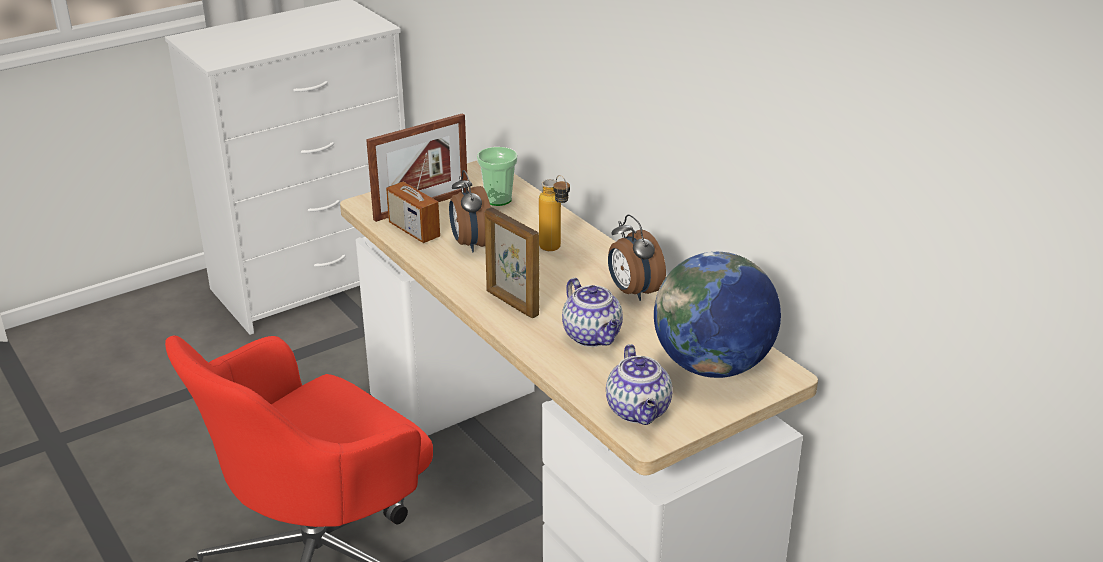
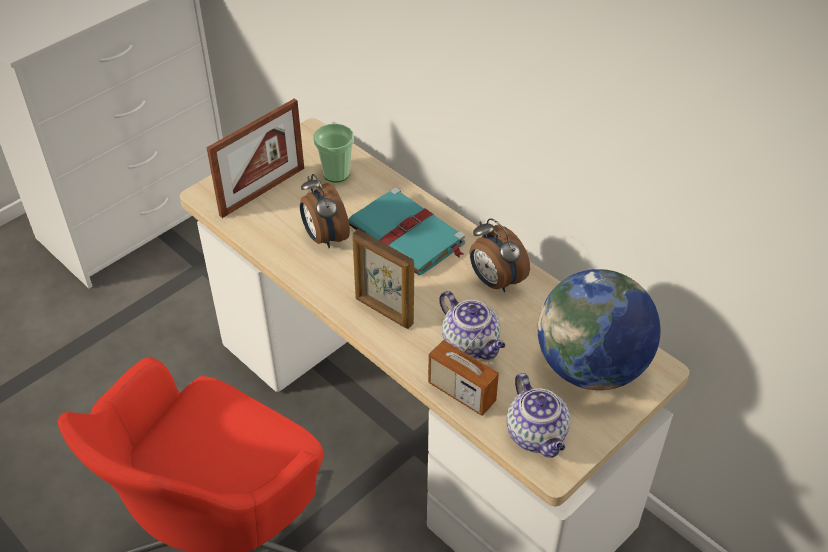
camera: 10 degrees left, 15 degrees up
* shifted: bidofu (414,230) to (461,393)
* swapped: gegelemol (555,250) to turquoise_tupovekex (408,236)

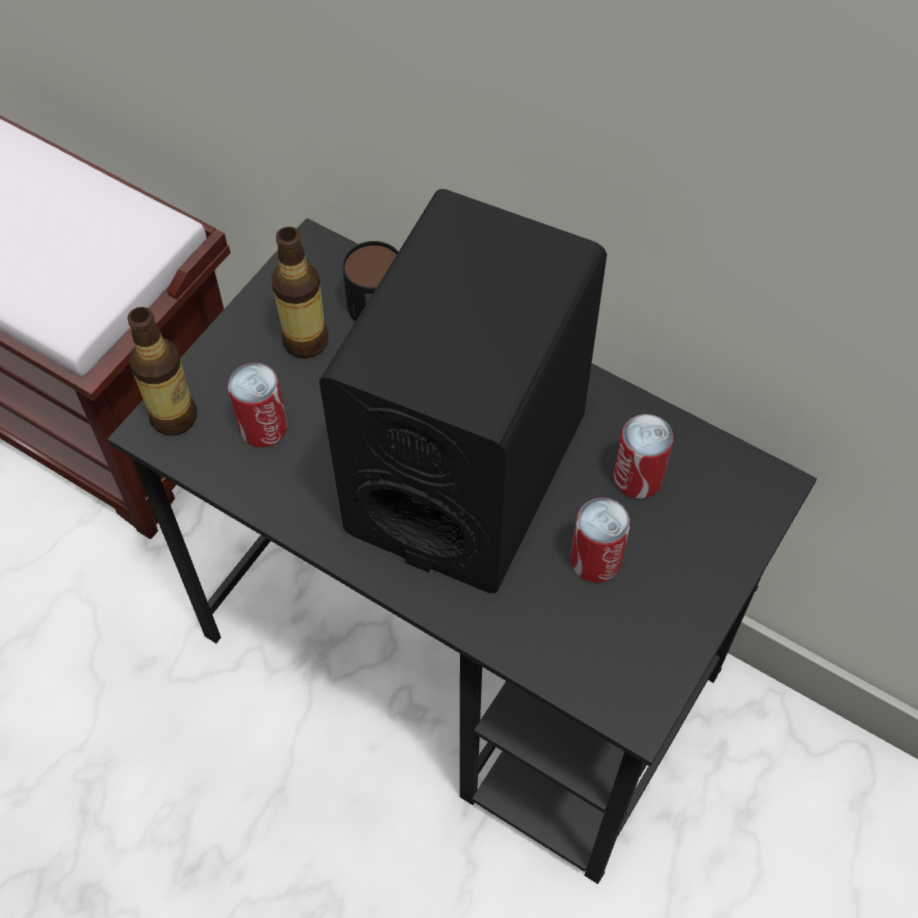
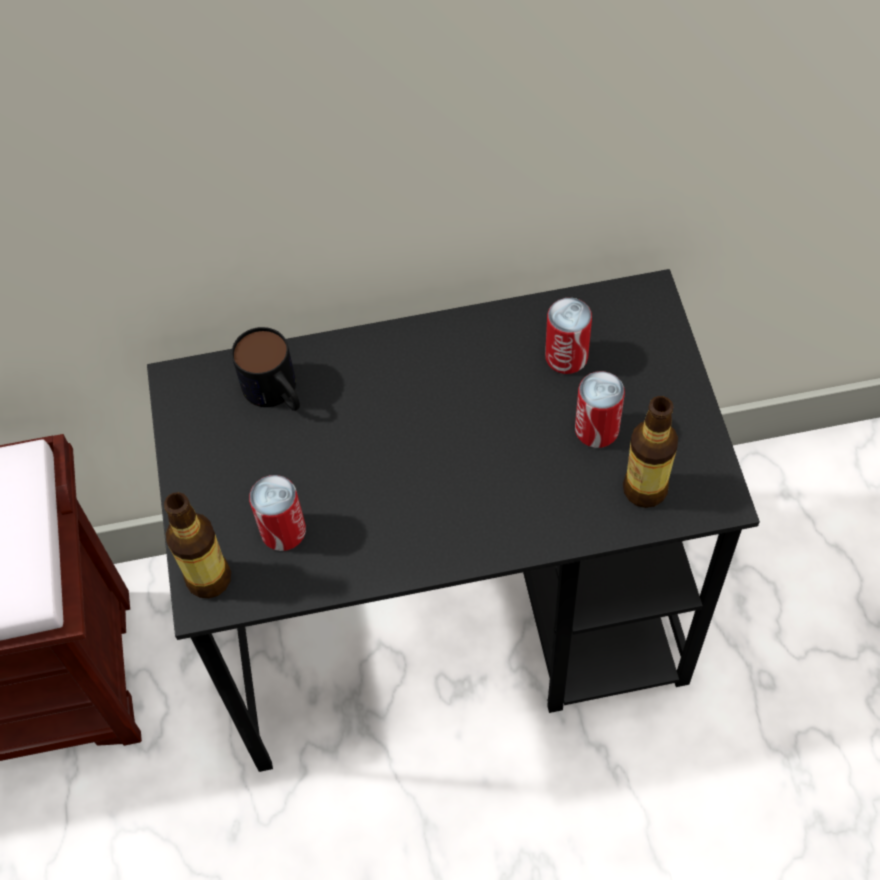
camera: 40 degrees left, 0 degrees up
* gone: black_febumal (466,473)
* shifted: gegelemol (305,341) to (645,489)

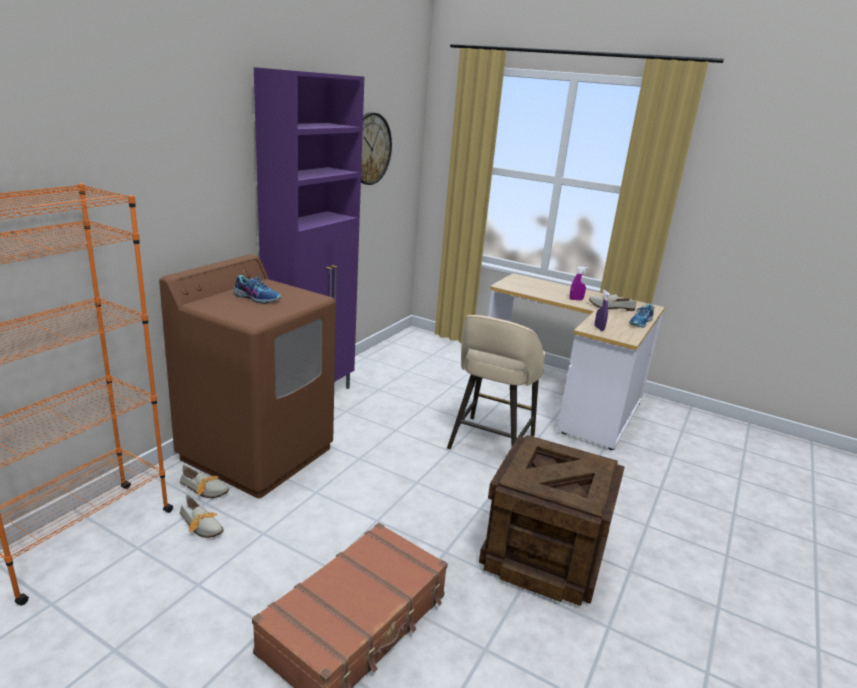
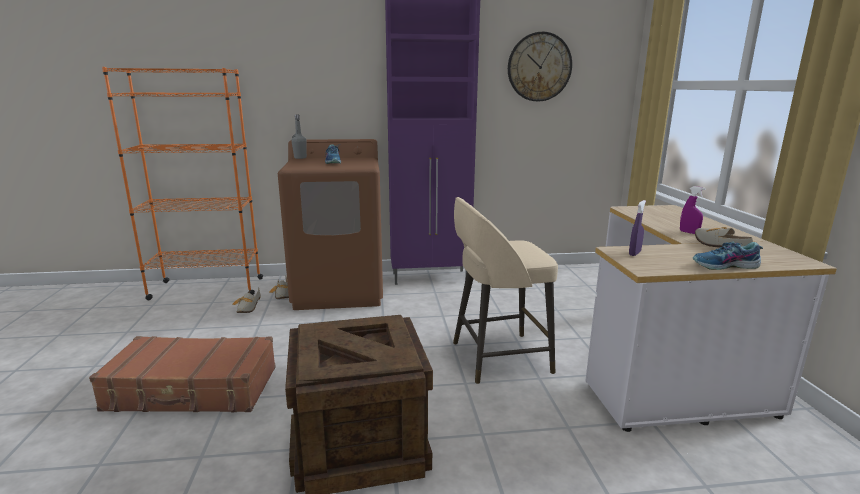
camera: 55 degrees right, 5 degrees down
* new: grey_gegelemol (300,158)

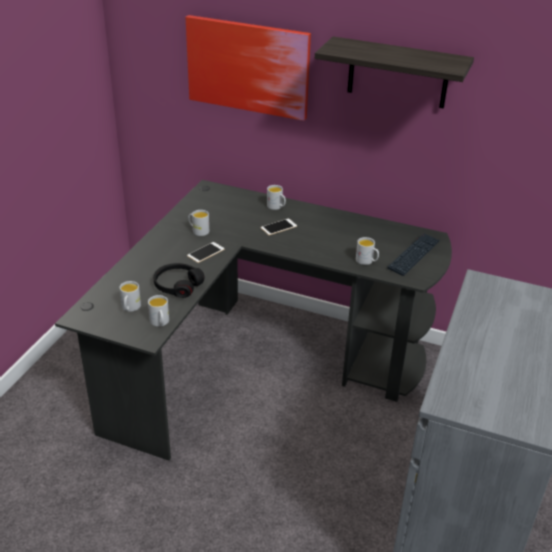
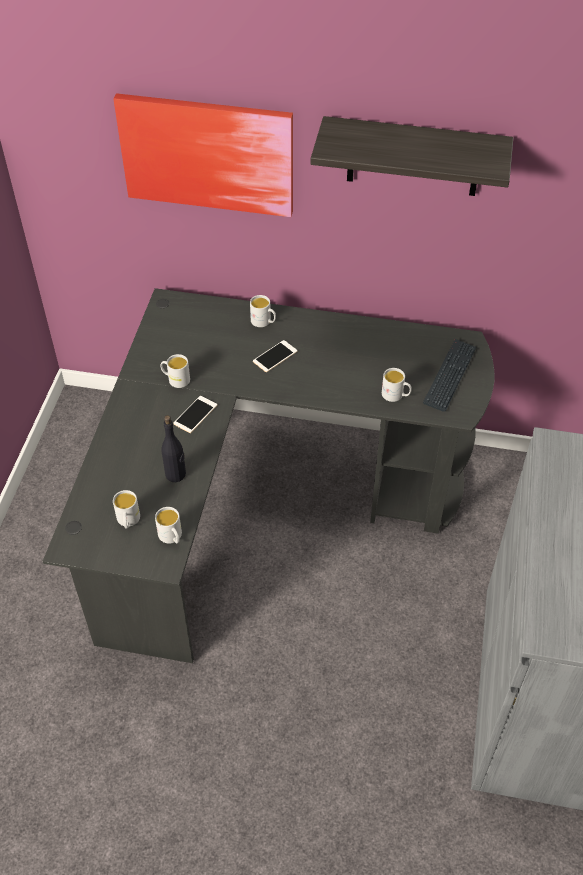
camera: 10 degrees left, 15 degrees up
* swapped: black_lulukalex (177,285) to black_gegelemol (176,474)

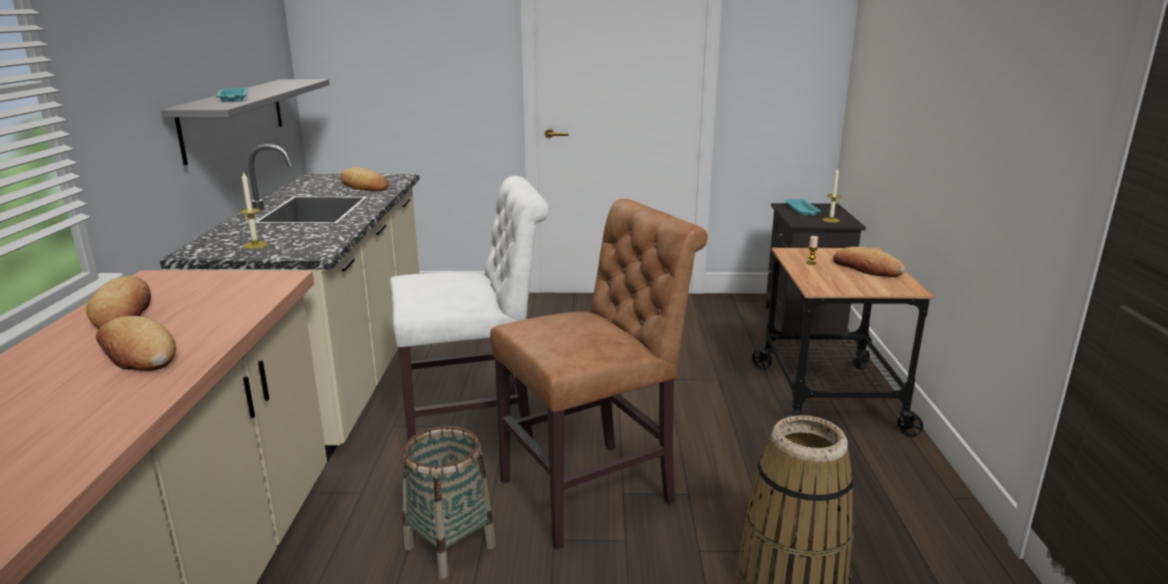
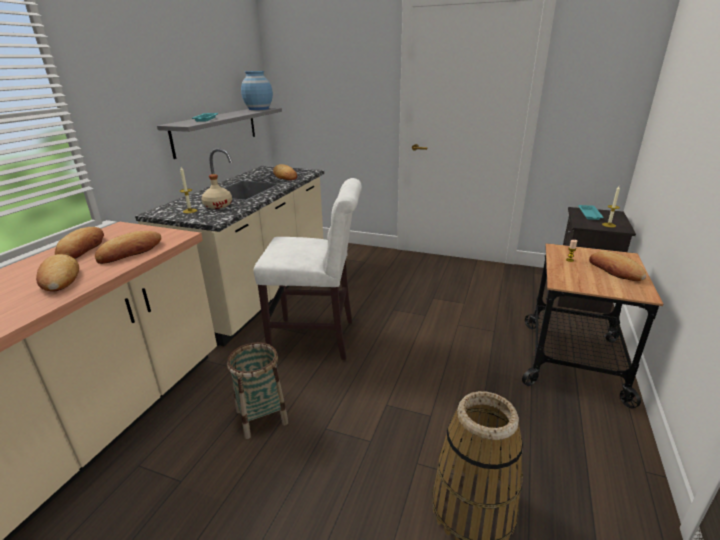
camera: 20 degrees right, 5 degrees up
* gone: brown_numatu (595,489)
* new: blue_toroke (259,109)
* new: beige_gegelemol (218,205)
* new: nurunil (130,252)

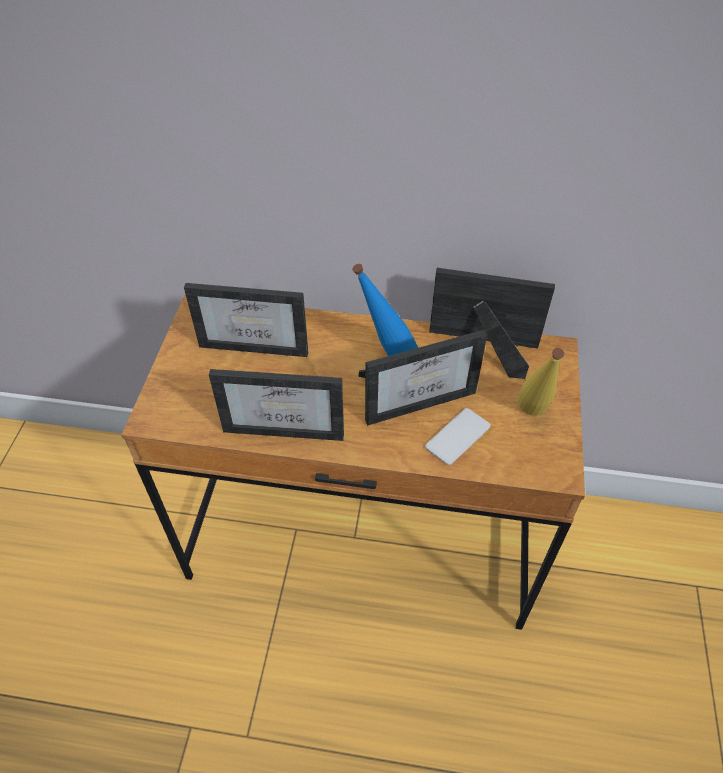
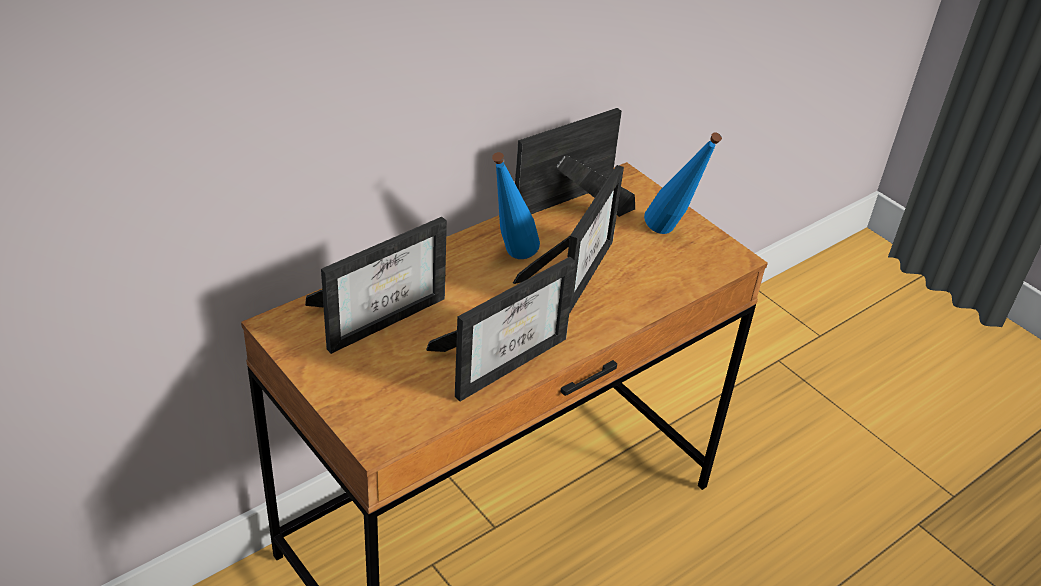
camera: 50 degrees left, 10 degrees down
* repainted: yellow_gegelemol (531,418) to blue_gegelemol (671,235)
* gone: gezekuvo (457,437)

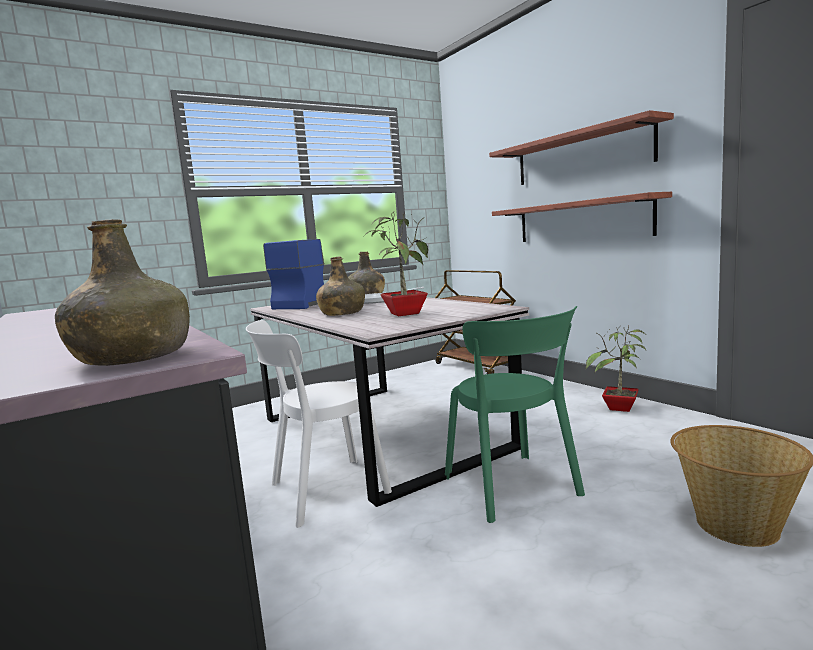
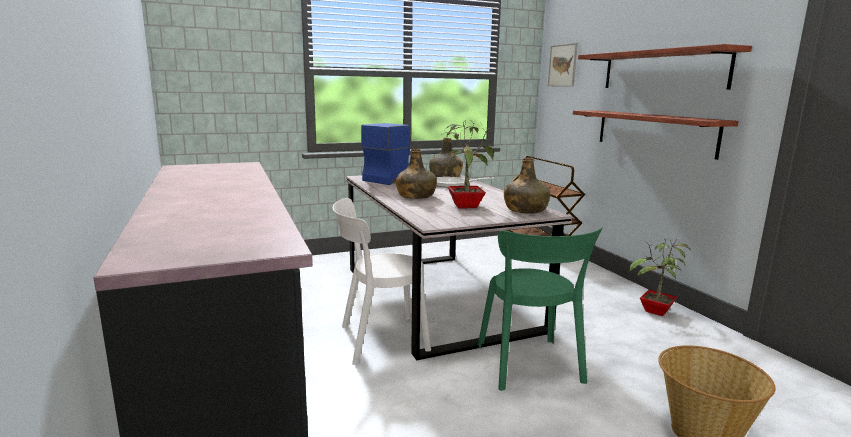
camera: 10 degrees right, 5 degrees up
* shifted: green_gegelemol (133,357) to (525,210)
* new: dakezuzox (562,65)

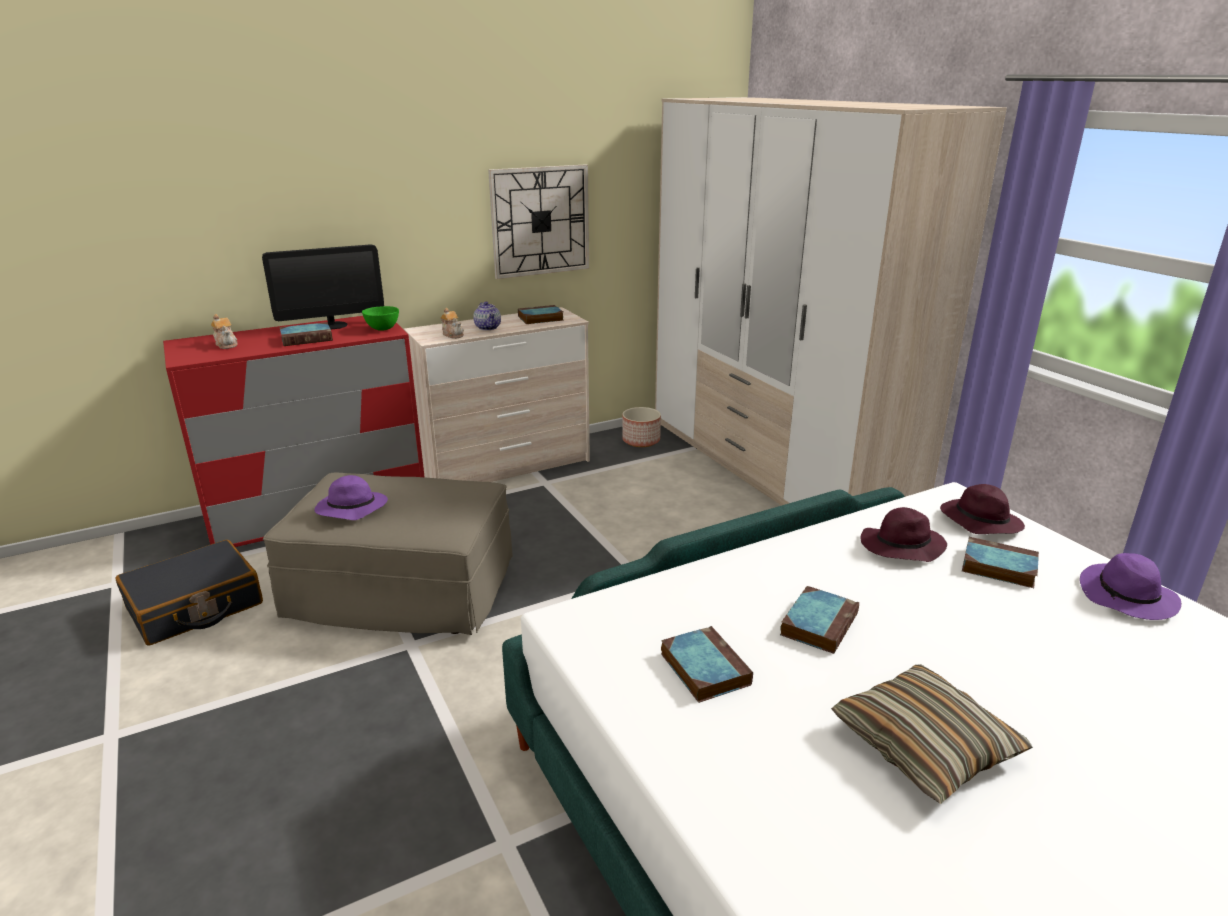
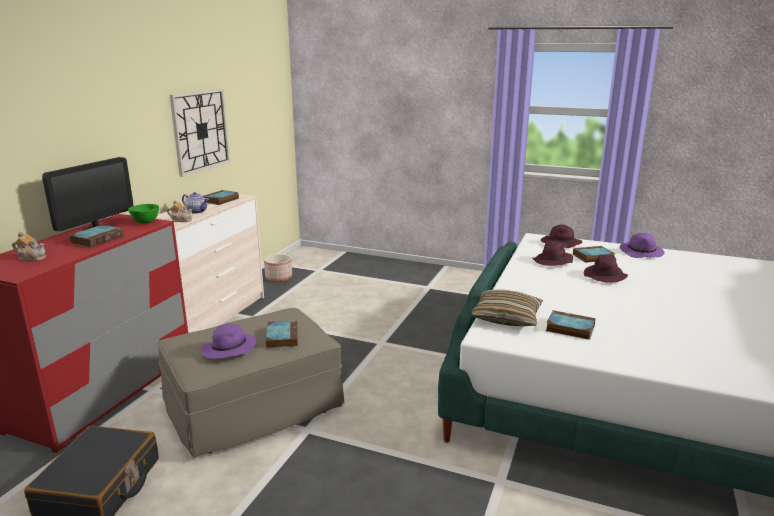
camera: 40 degrees left, 5 degrees down
* gone: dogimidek (773,467)
* shifted: tupovekex (819,623) to (282,337)
* shifted: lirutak (924,745) to (506,317)
* new: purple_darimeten (605,276)

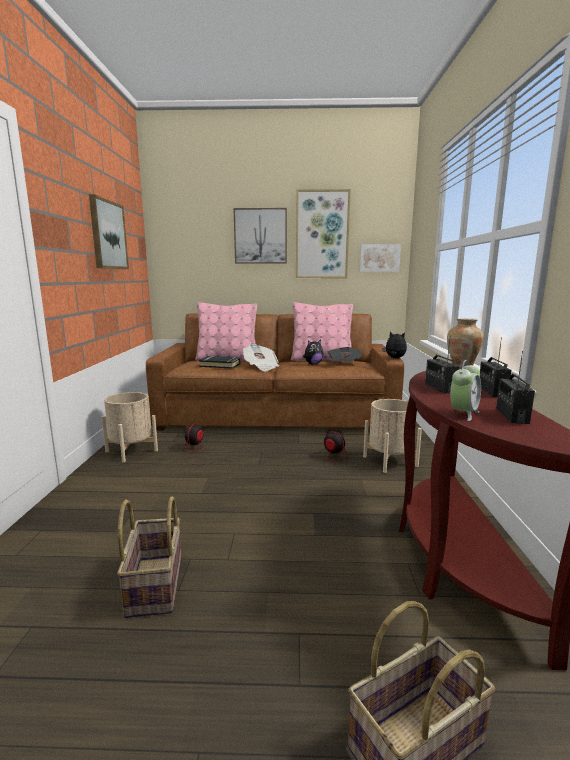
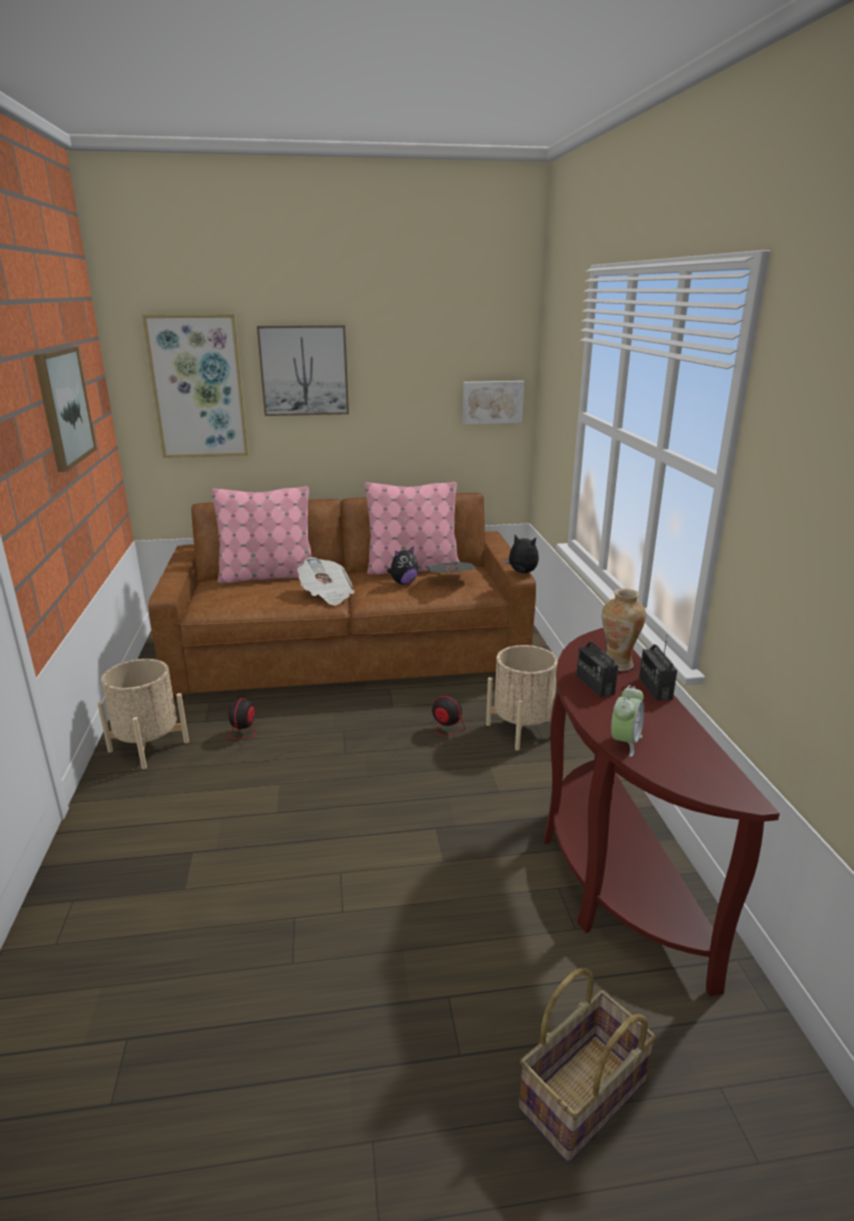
camera: 10 degrees left, 10 degrees up
* shifted: dakezuzox (322,235) to (198,387)
* gone: bidofu (511,415)
* gone: black_tupovekex (220,365)
* gone: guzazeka (154,584)

